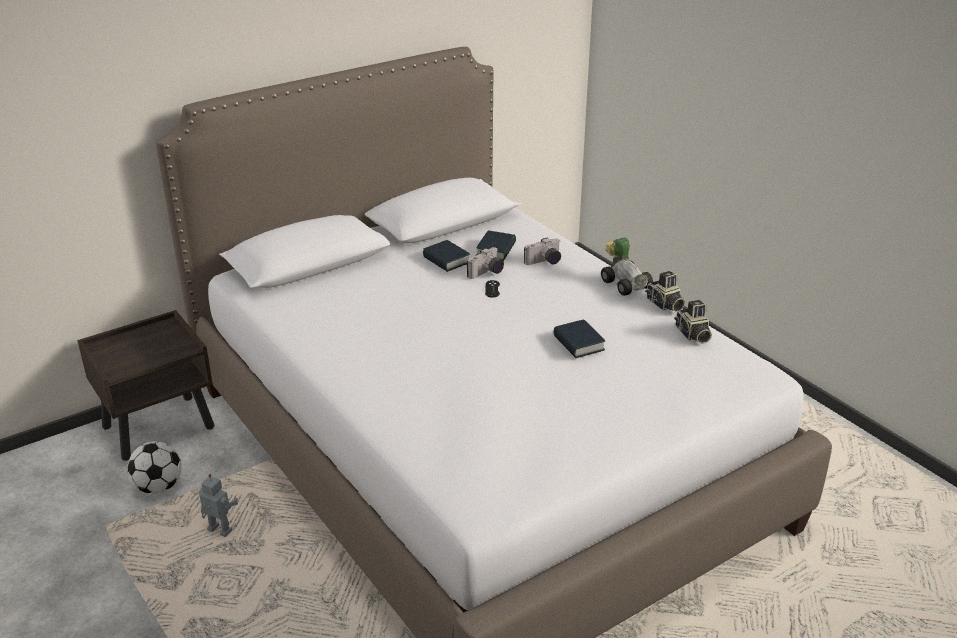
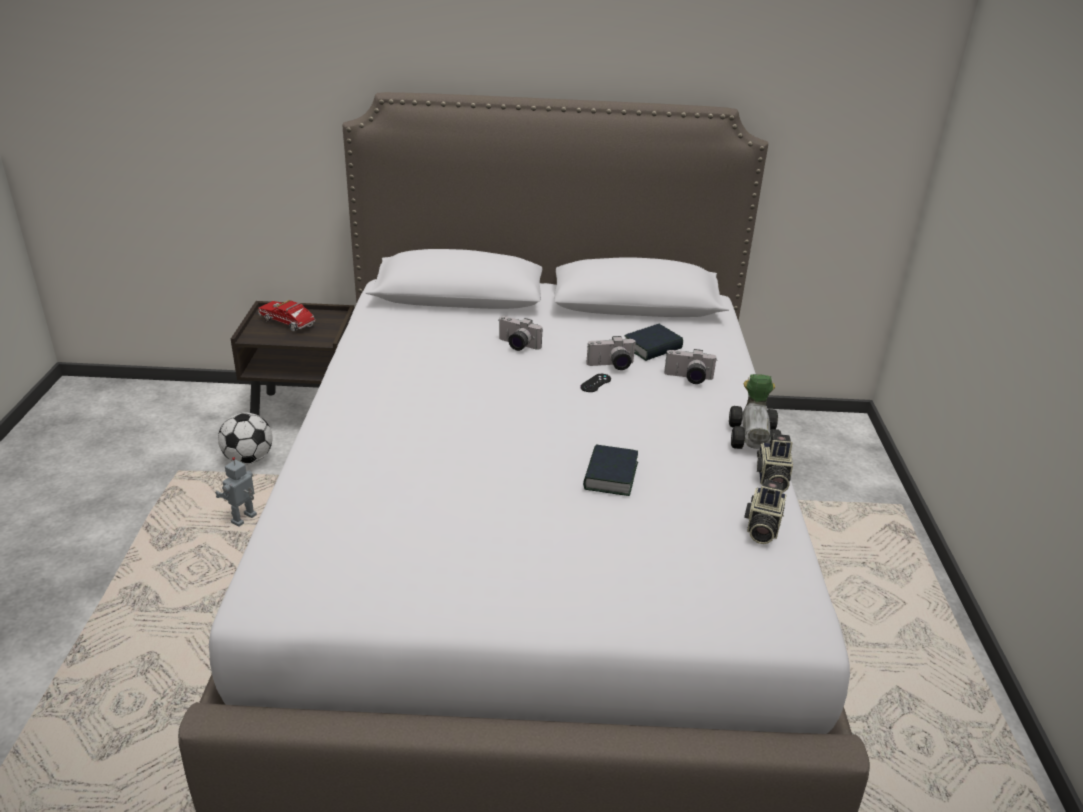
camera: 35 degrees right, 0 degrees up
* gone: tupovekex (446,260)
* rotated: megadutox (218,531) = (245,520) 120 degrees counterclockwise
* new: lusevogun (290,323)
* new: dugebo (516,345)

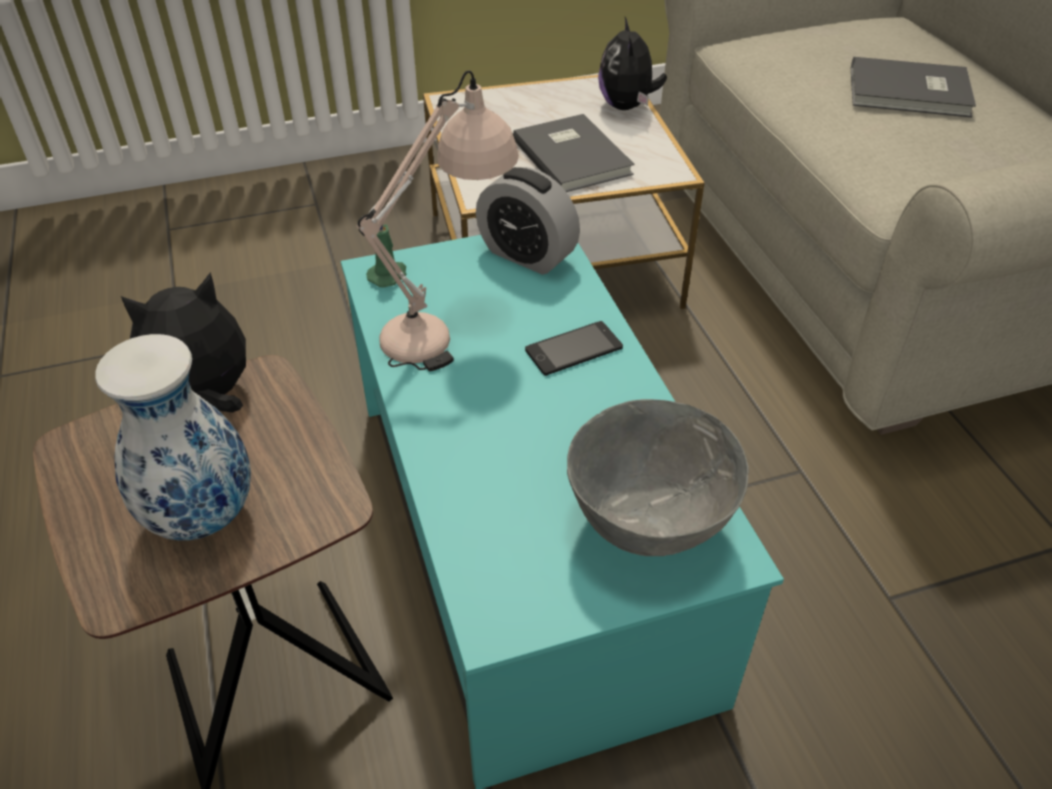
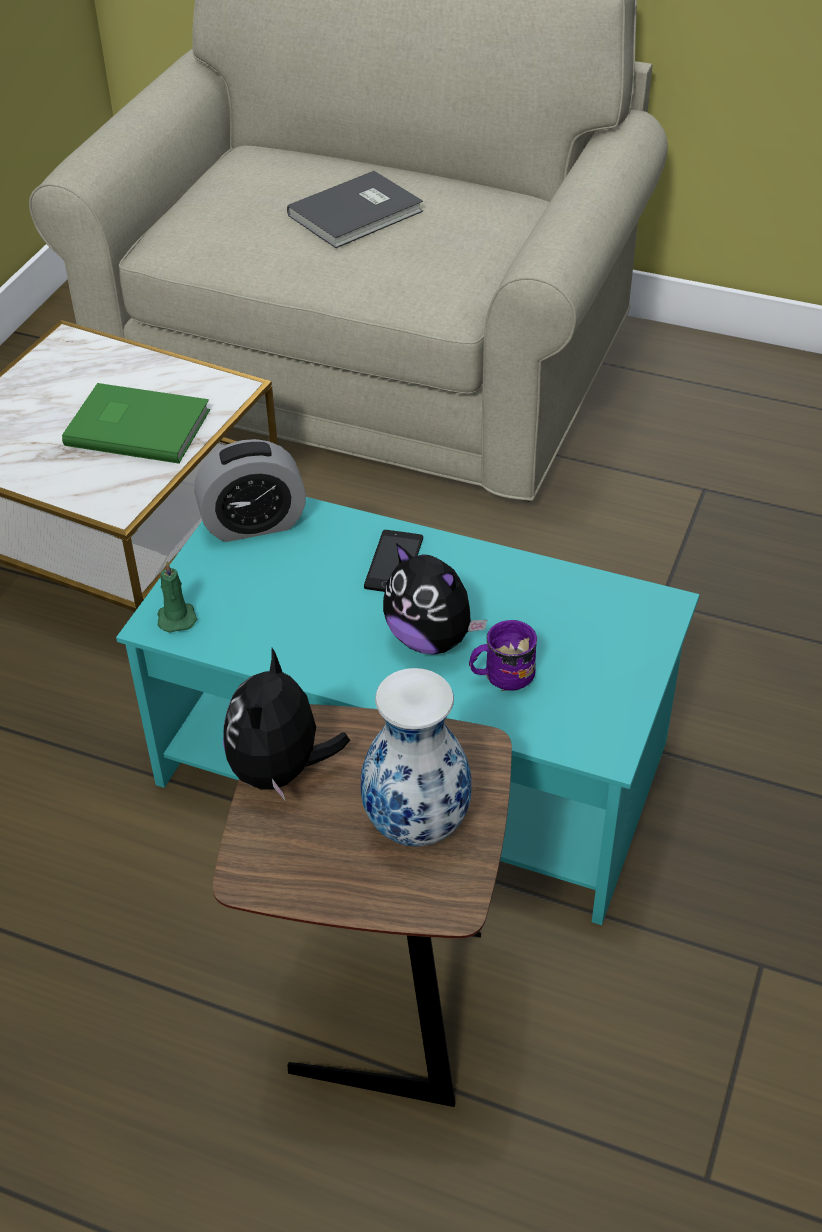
camera: 50 degrees left, 0 degrees up
* shifted: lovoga (627,106) to (431,639)
* gone: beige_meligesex (448,325)
* repainted: grey_tupovekex (573,155) to green_tupovekex (137,425)
* gone: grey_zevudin (646,523)
* new: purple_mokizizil (501,676)

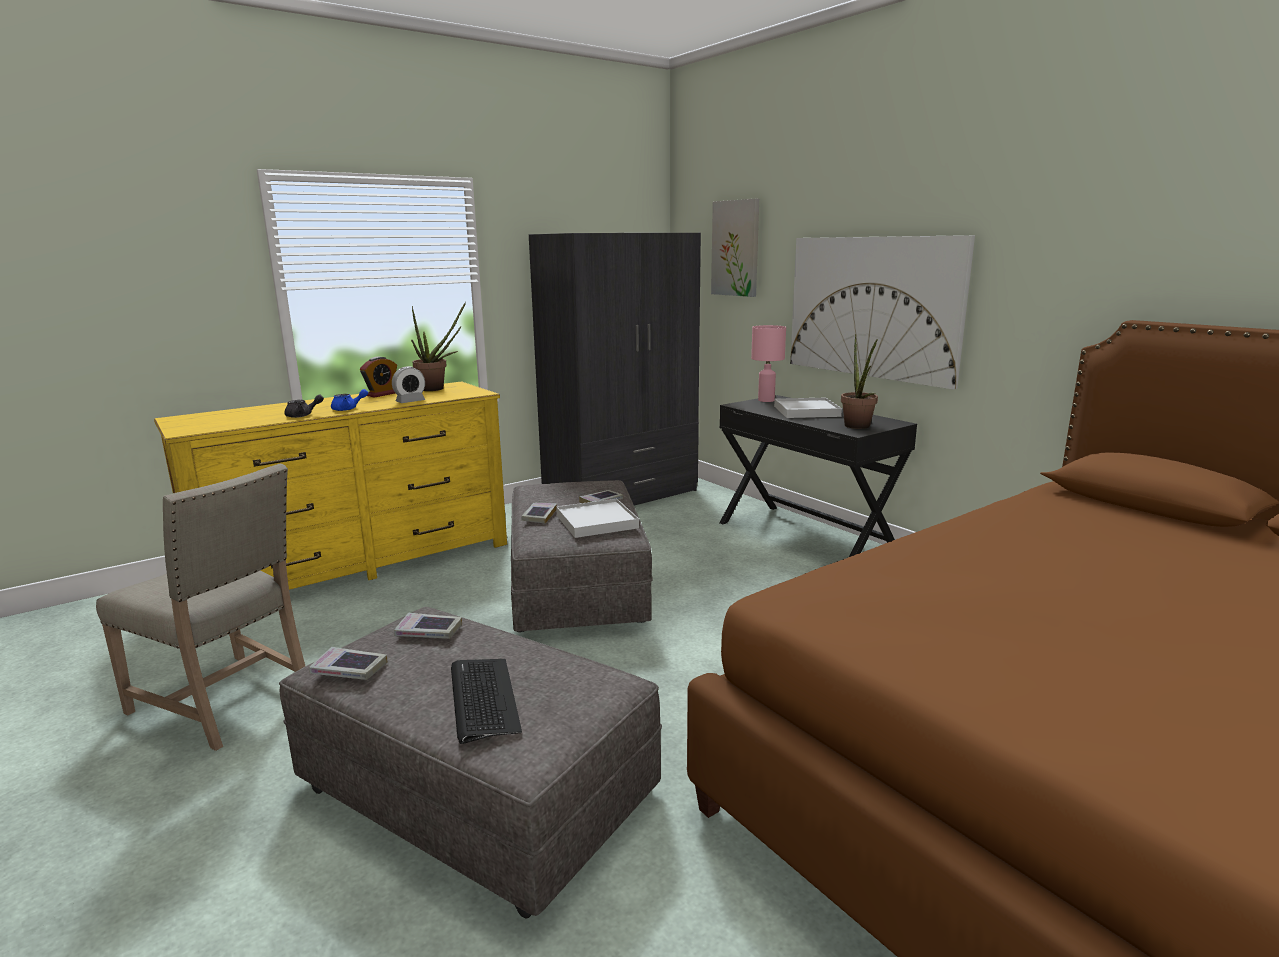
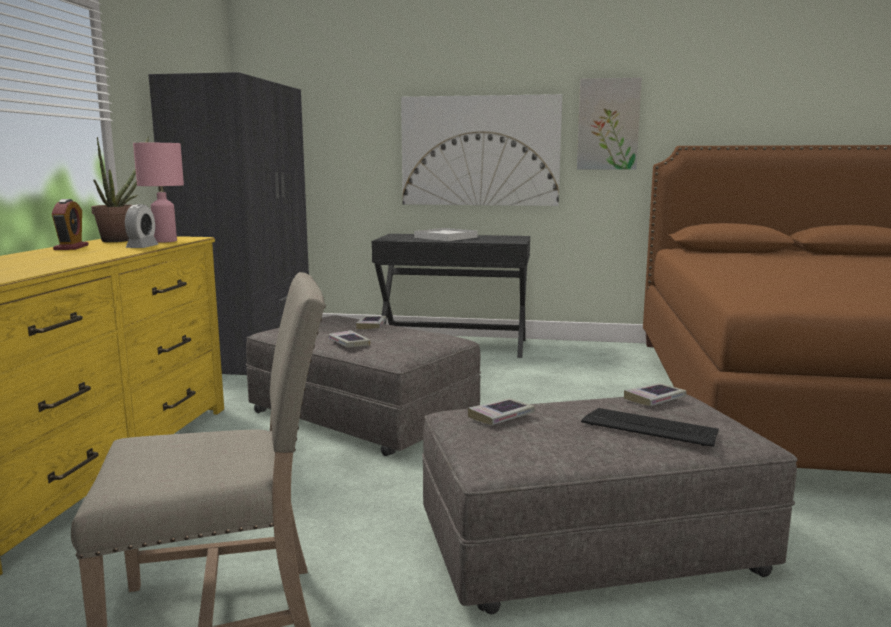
camera: 45 degrees left, 5 degrees down
* shifted: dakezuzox (736,248) to (608,124)
* shifted: pink_meligesex (766,400) to (166,241)
* gone: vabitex (858,427)
* gone: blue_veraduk (348,409)
* gone: grey_veraduk (303,415)
* gone: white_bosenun (597,522)
* shifted: tupovekex (349,669) to (654,399)

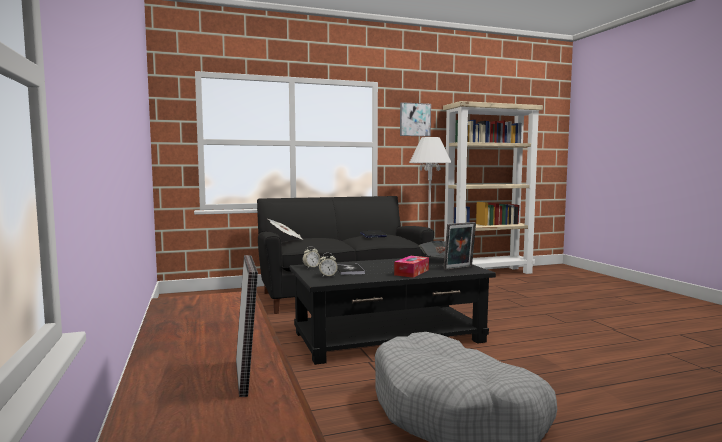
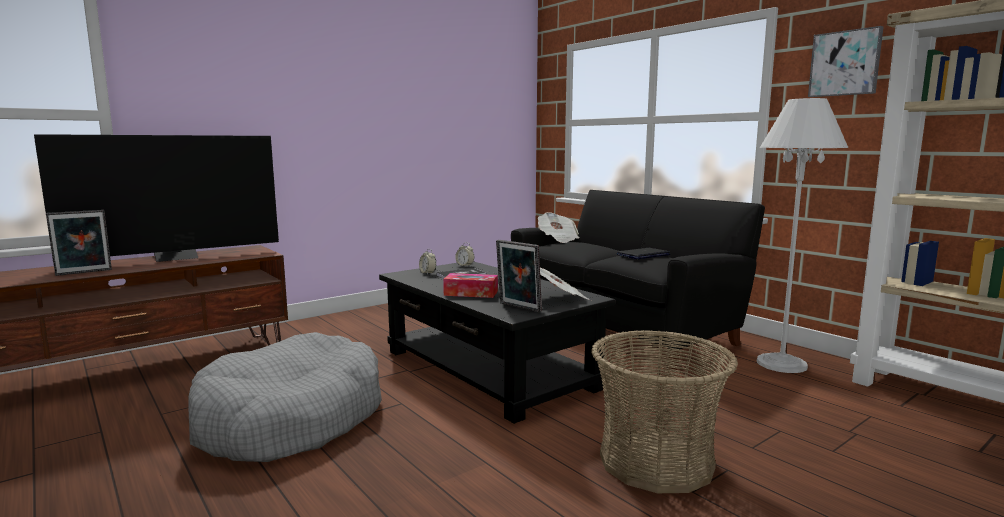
camera: 70 degrees right, 5 degrees up
* new: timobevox (177,257)
* new: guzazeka (656,461)

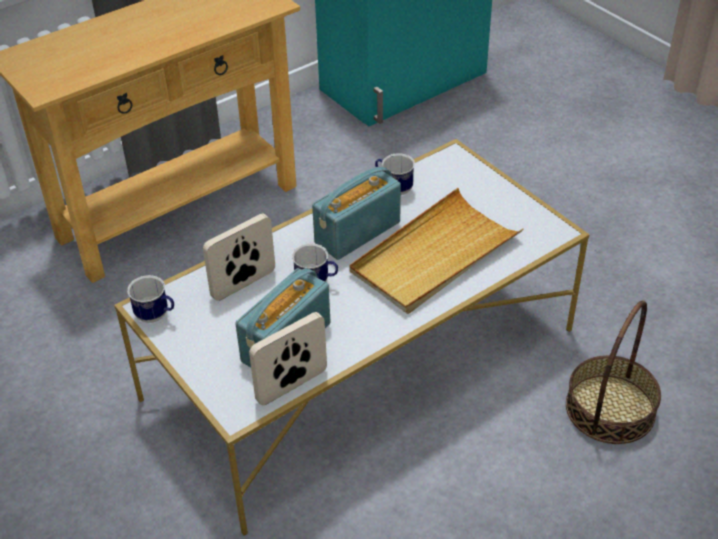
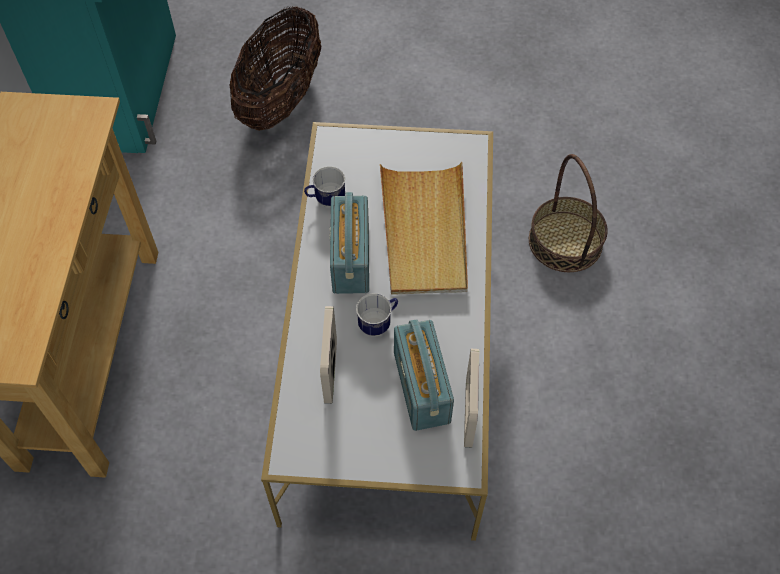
camera: 50 degrees left, 15 degrees up
* gone: mokizizil (156,316)
* new: guzazeka (281,99)

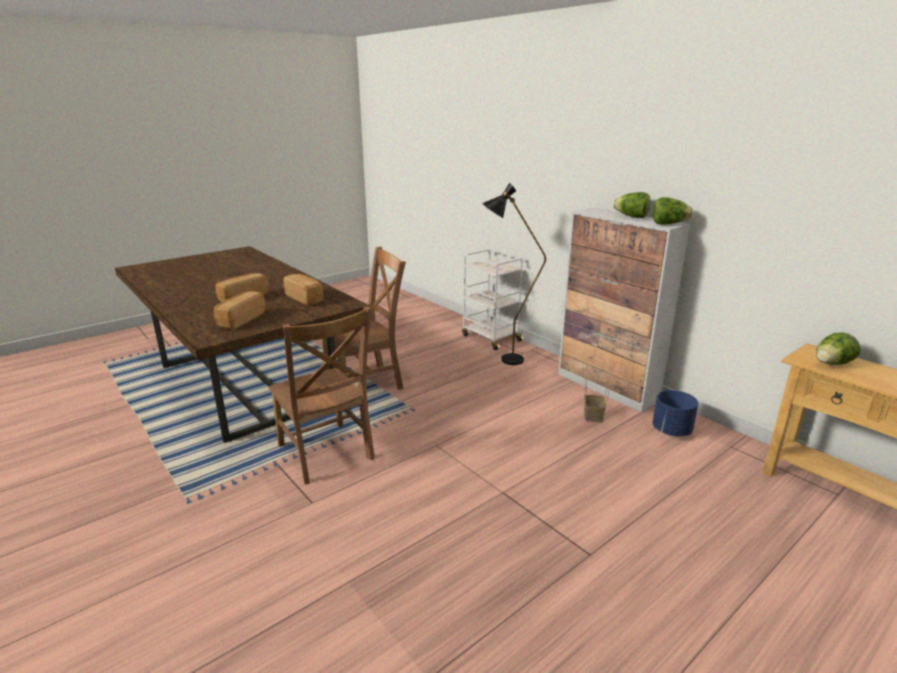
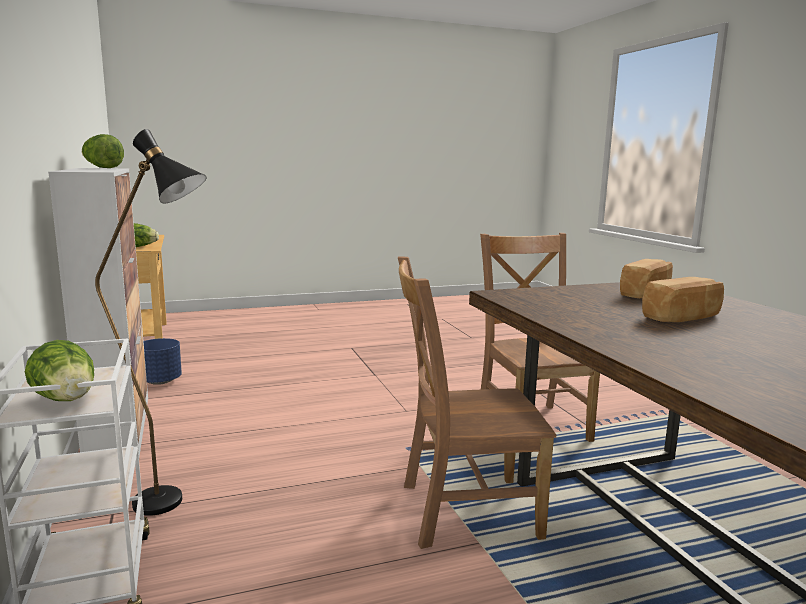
camera: 160 degrees left, 10 degrees down
* shifted: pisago (631,217) to (67,400)
* gone: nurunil (305,298)
* gone: guzazeka (593,416)

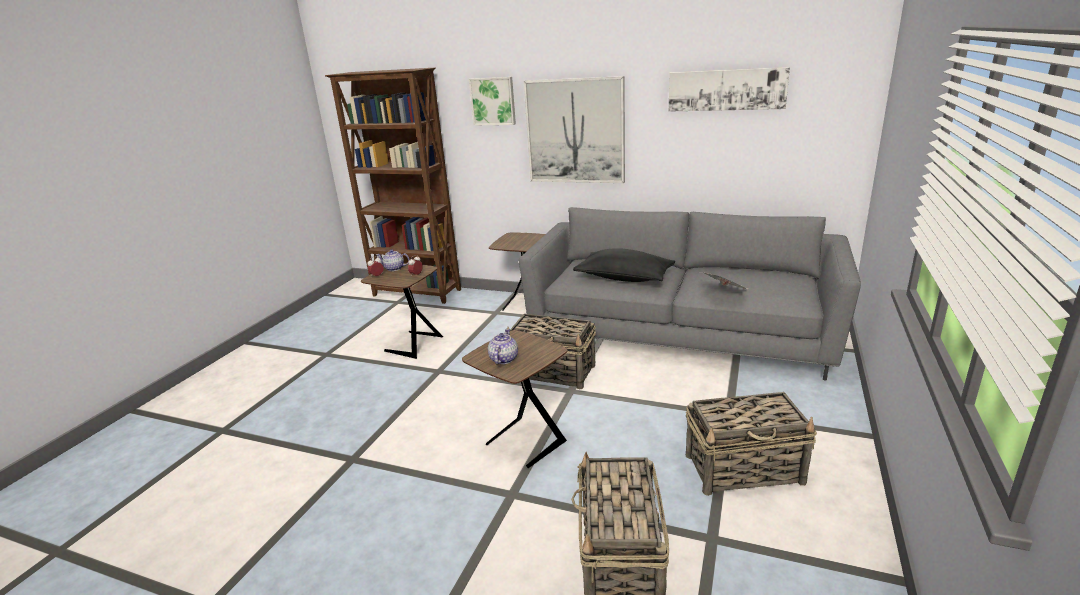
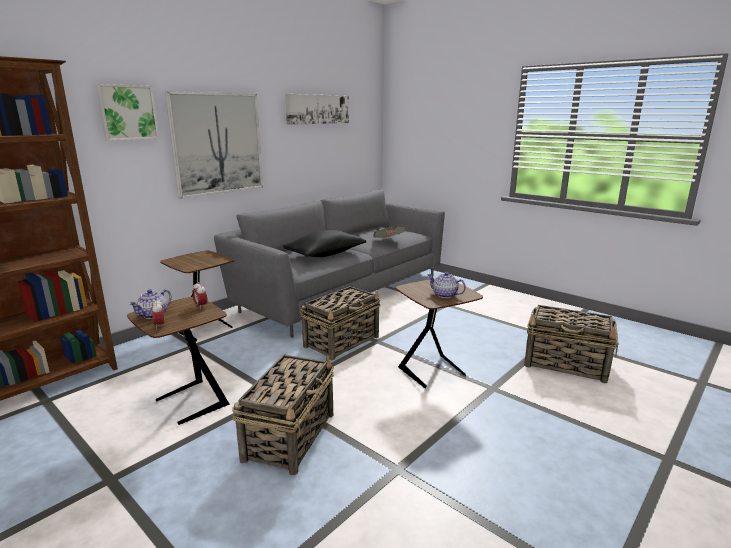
camera: 70 degrees left, 5 degrees down
* shifted: guzazeka (745,469) to (290,436)

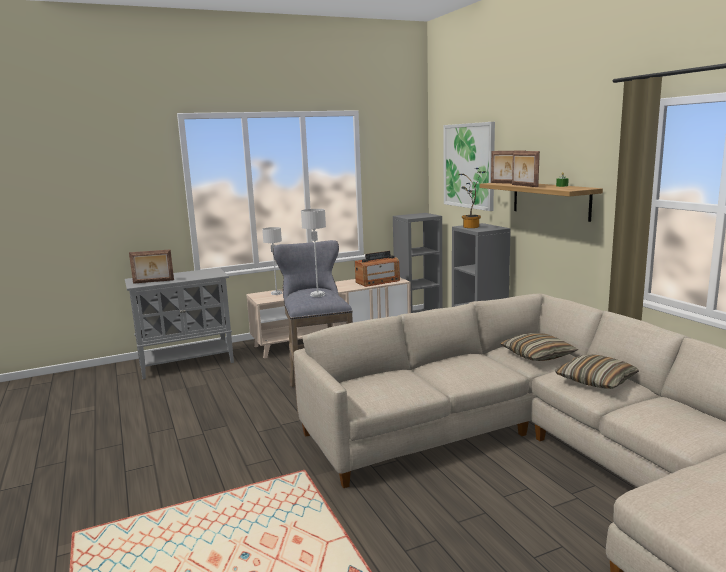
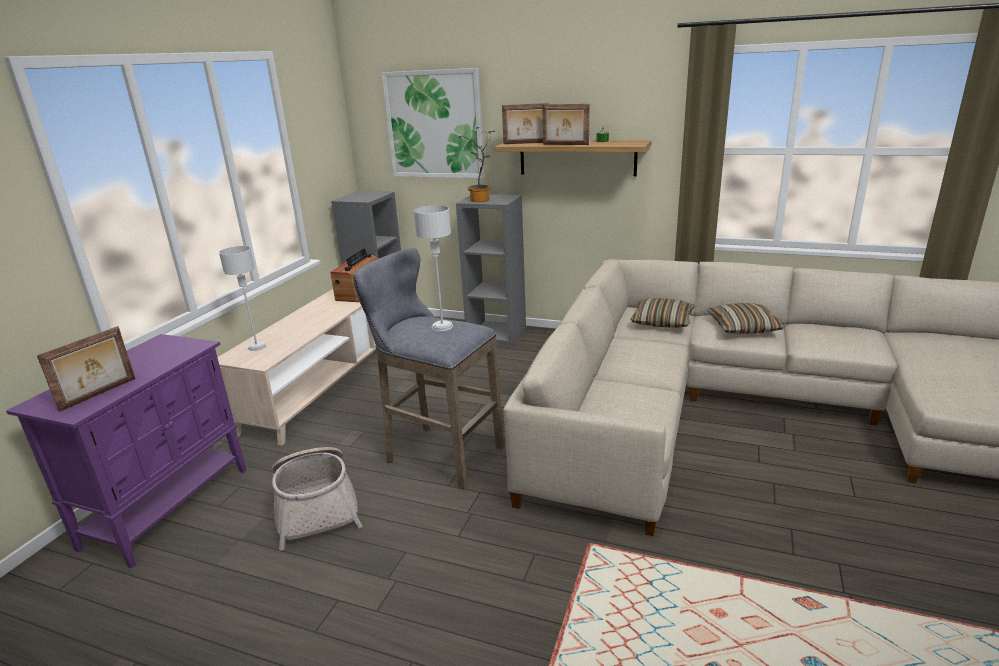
camera: 45 degrees left, 10 degrees up
* repainted: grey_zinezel (187,363) to purple_zinezel (168,506)
* new: guzazeka (316,506)

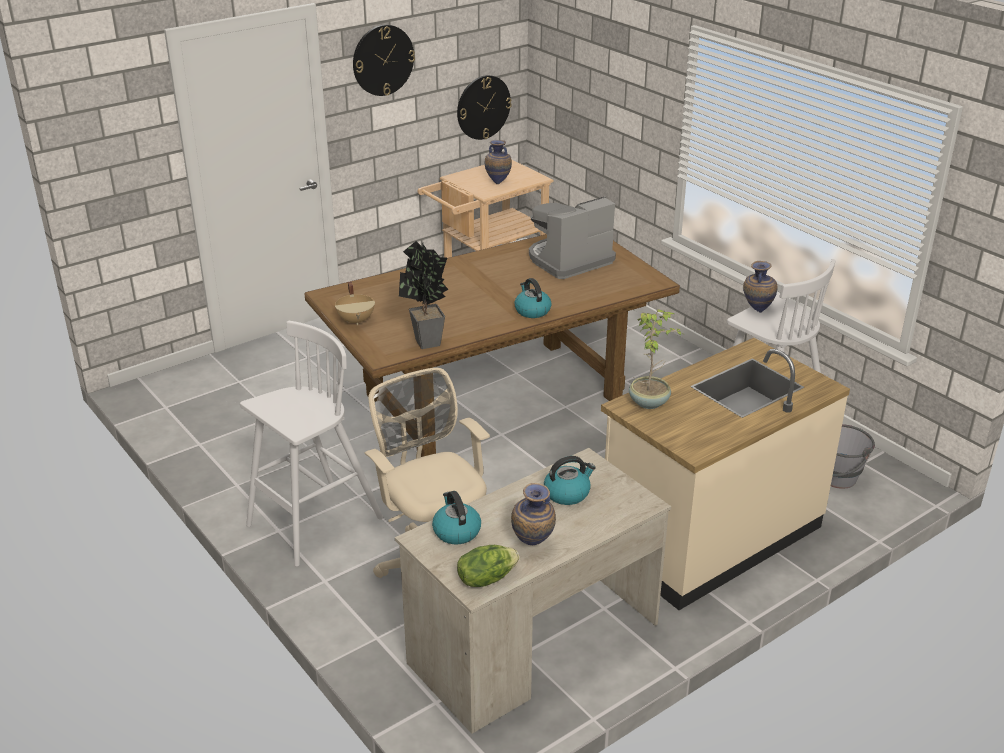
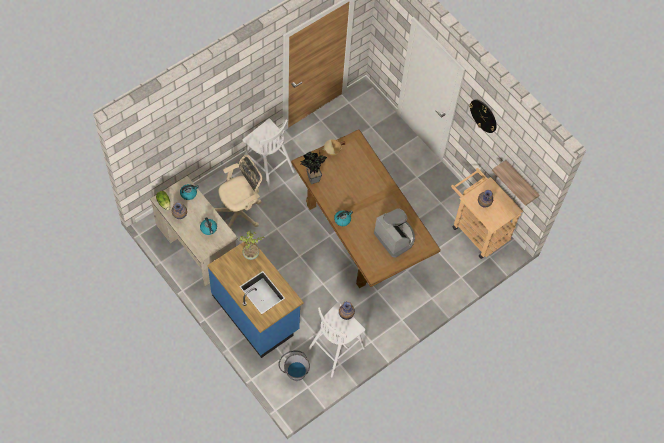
camera: 85 degrees right, 30 degrees up
* swapped: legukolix (483,107) to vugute (520,182)
* repainted: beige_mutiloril (709,535) to blue_mutiloril (256,312)

